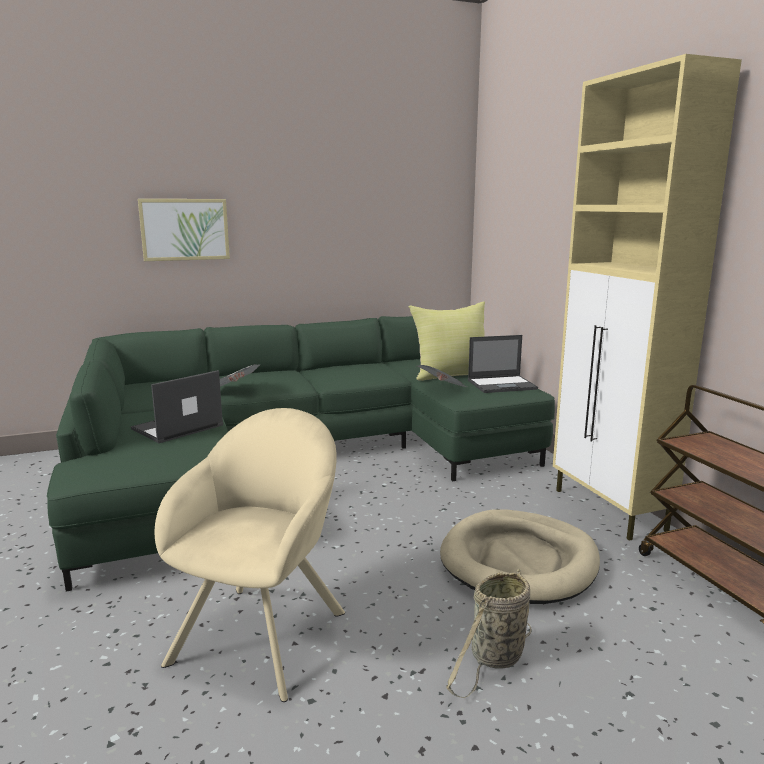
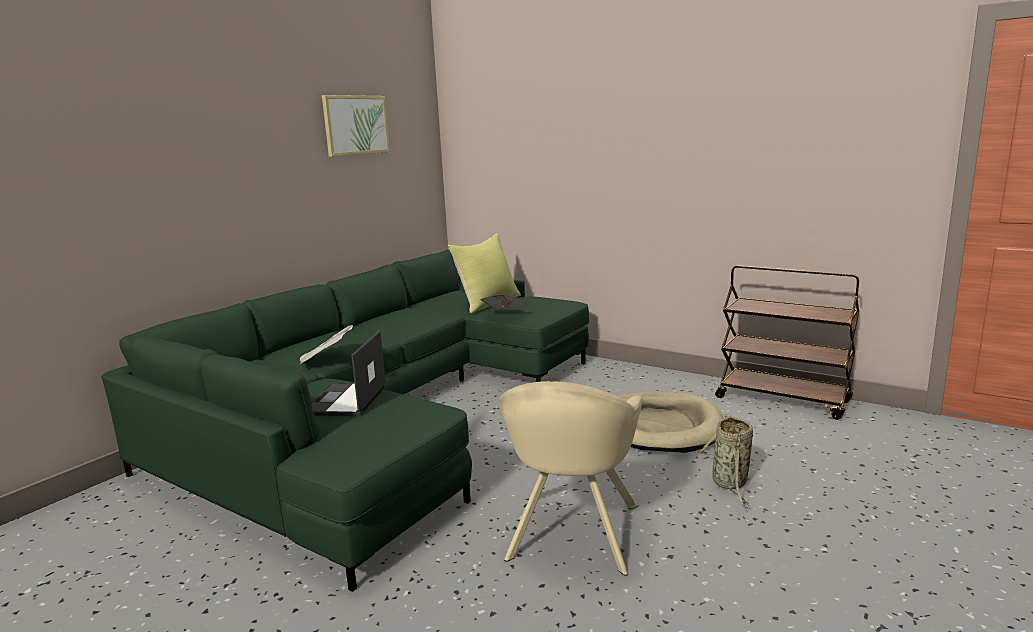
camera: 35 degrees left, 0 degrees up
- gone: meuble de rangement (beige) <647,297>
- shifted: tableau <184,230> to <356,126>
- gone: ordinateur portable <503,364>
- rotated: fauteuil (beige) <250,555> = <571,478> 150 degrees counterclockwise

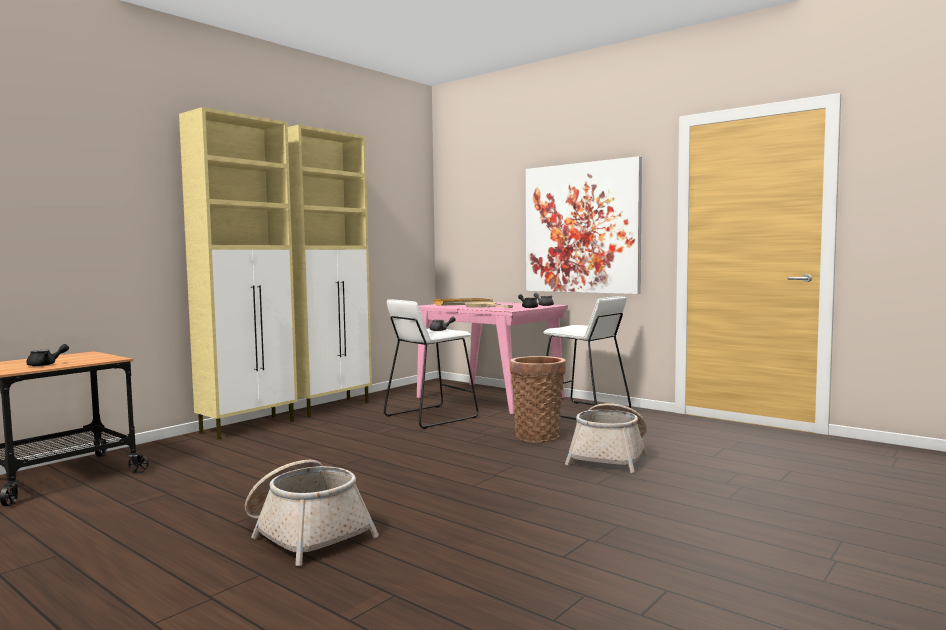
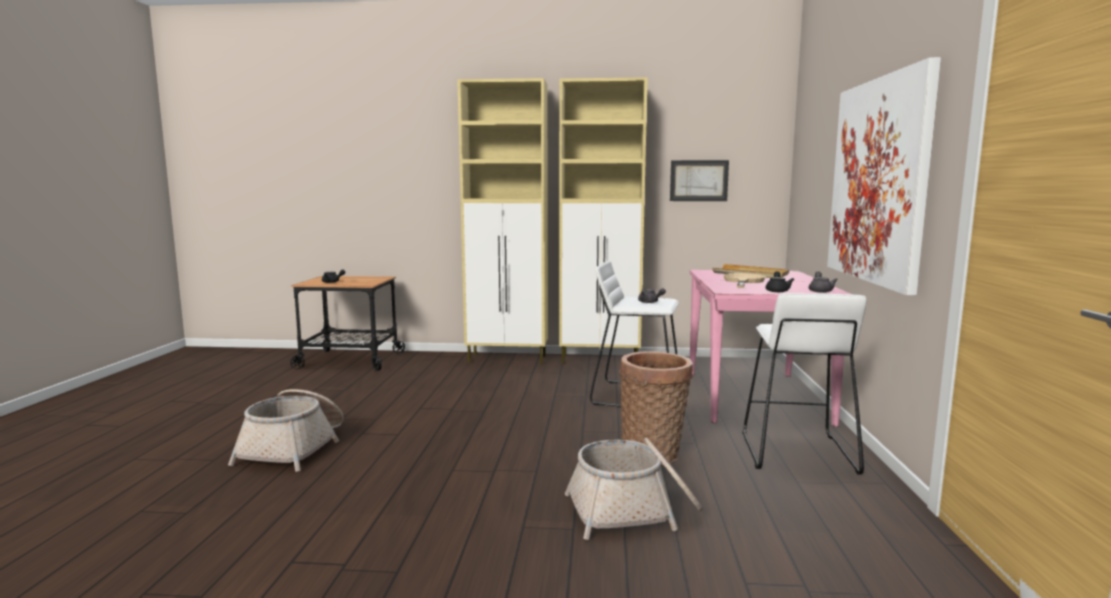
camera: 55 degrees right, 5 degrees up
- new: tableau <699,180>

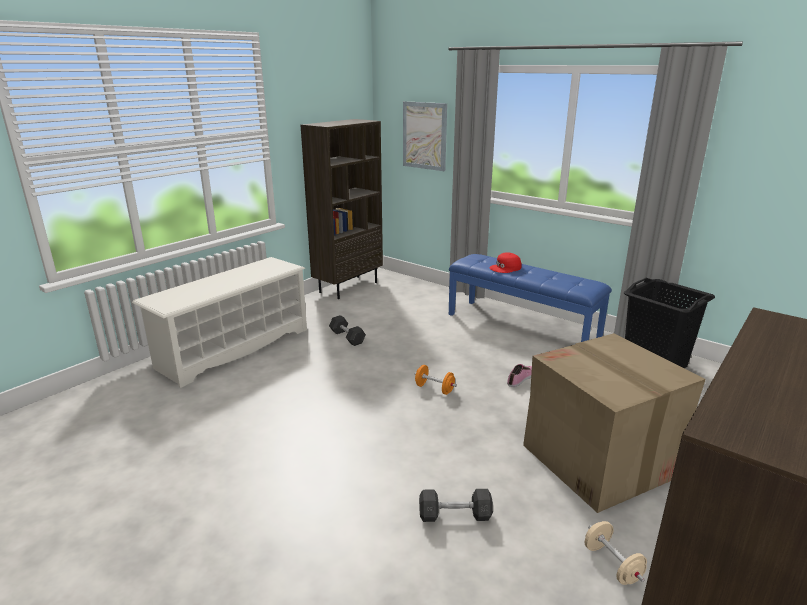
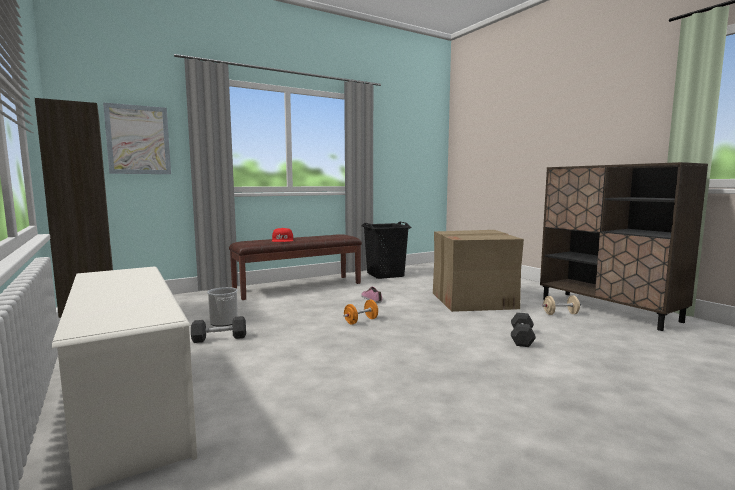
camera: 70 degrees left, 15 degrees down
- repainted: banc (bleu) <530,298> to banc (marron) <295,267>
- new: seau <222,307>

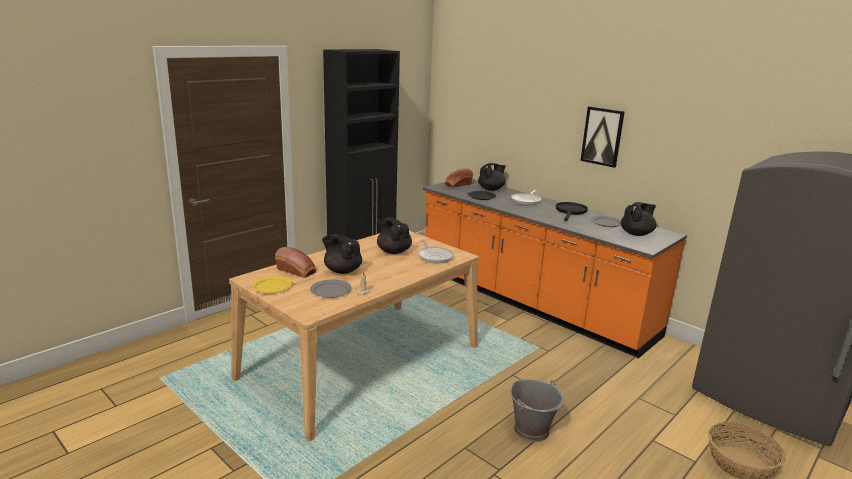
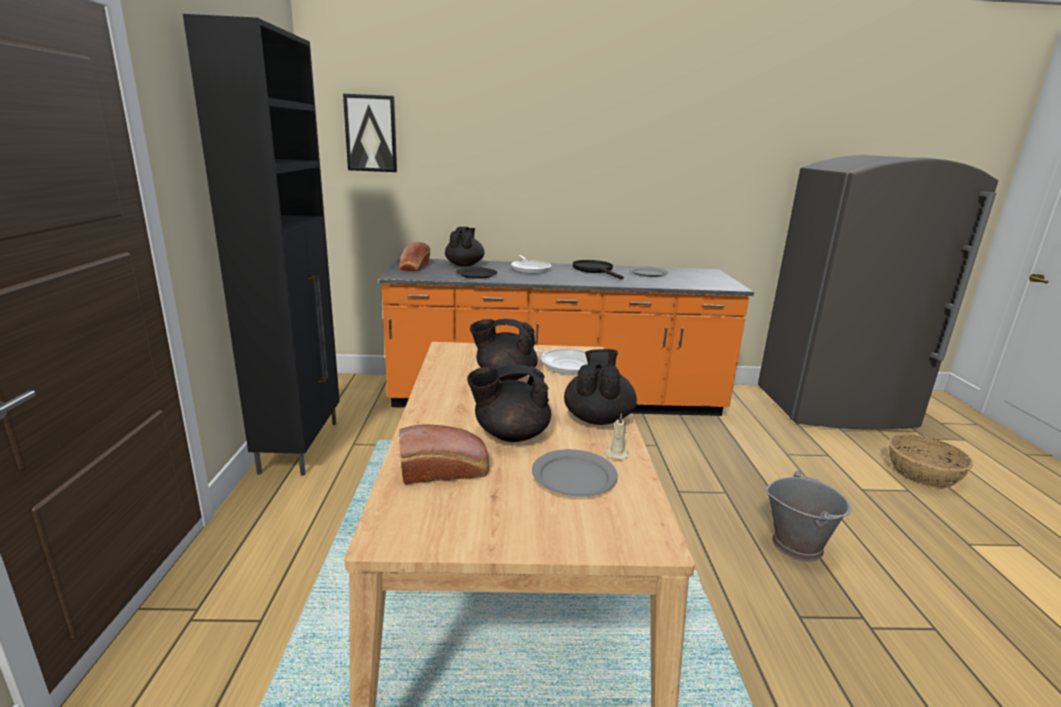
camera: 45 degrees left, 0 degrees up
- shifted: tableau <602,137> to <370,133>
- shifted: théière (noir) <638,219> to <600,387>
- gone: assiette (jaune) <272,284>

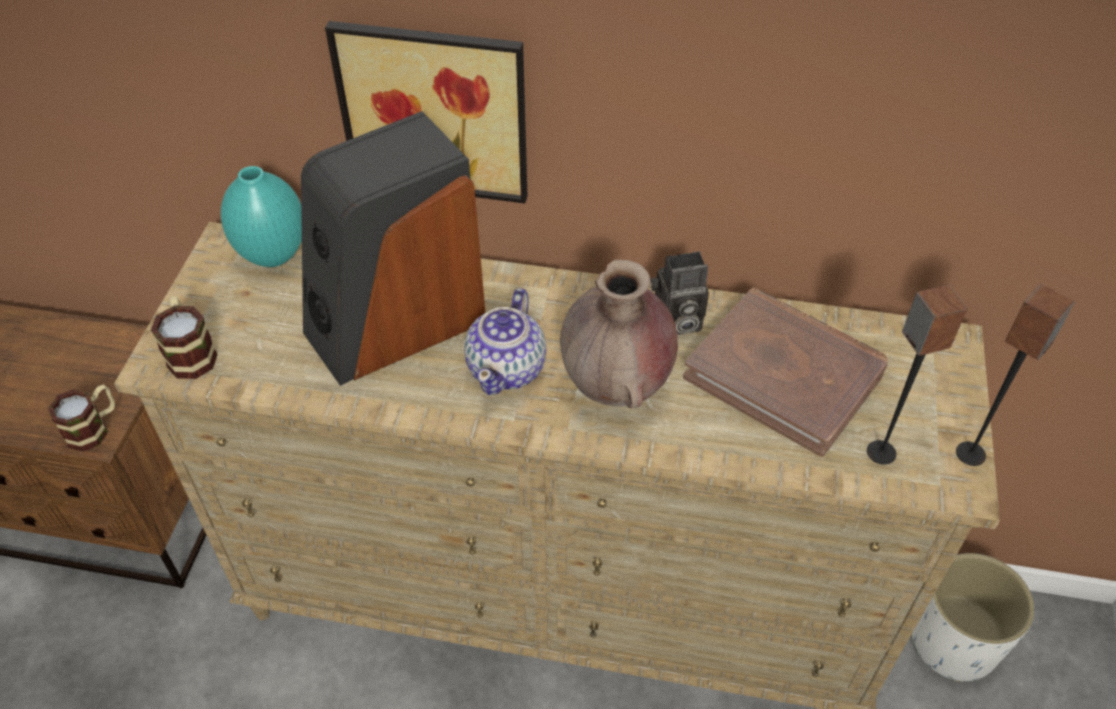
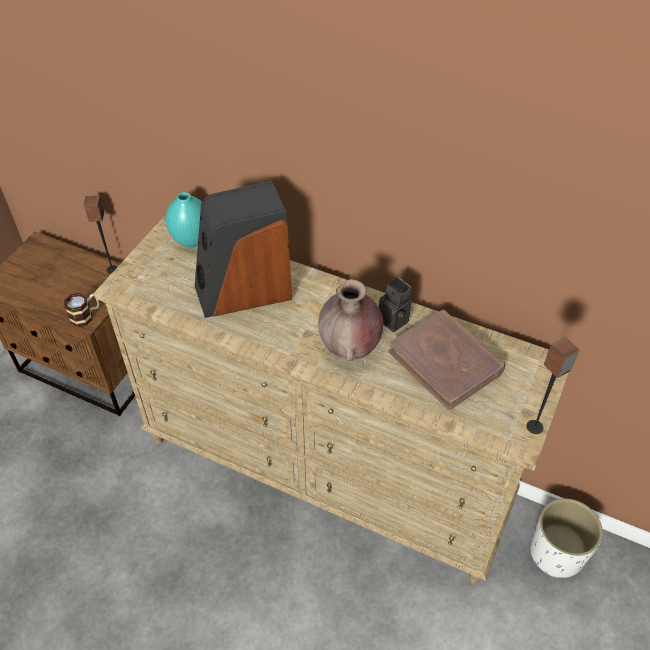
camera: 15 degrees right, 0 degrees up
- gone: tableau <426,112>
- rotated: appareil photo <680,293> = <395,304> 135 degrees counterclockwise
- shifted: enceinte <917,374> to <100,235>
- gone: théière <505,341>
- gone: mug <184,337>

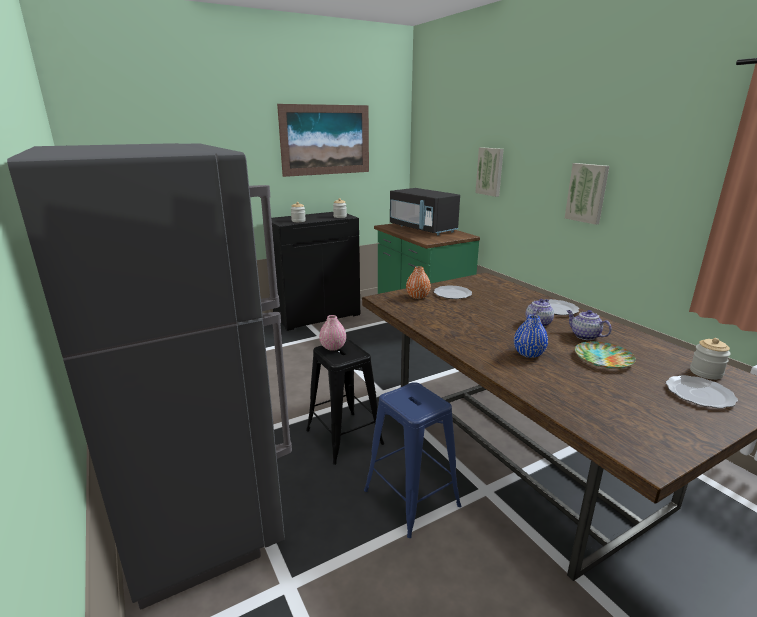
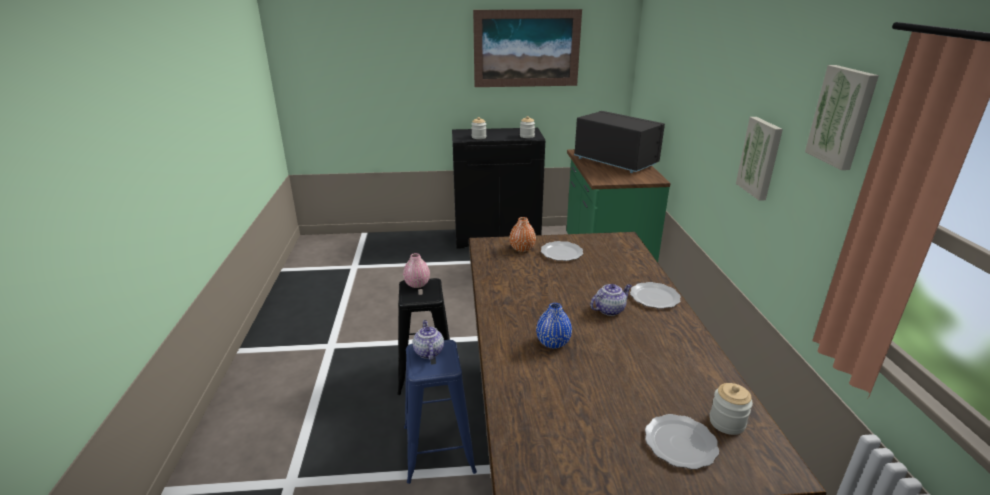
camera: 25 degrees right, 5 degrees up
- gone: réfrigérateur (gris) <149,376>
- shifted: tableau <489,172> to <842,117>
- rotated: micro-ondes (noir) <425,211> = <619,142> 150 degrees clockwise
- shifted: théière <589,325> to <428,340>
- gone: assiette <605,355>

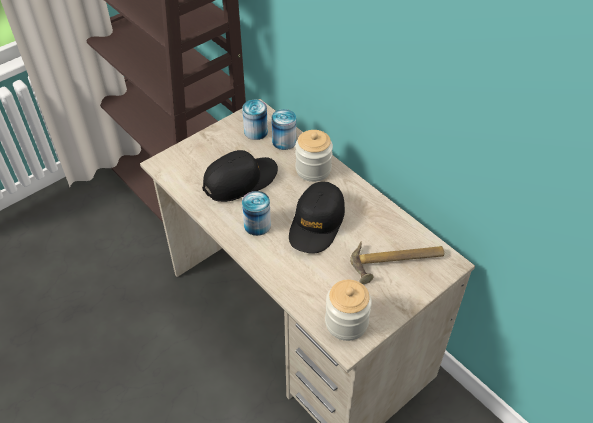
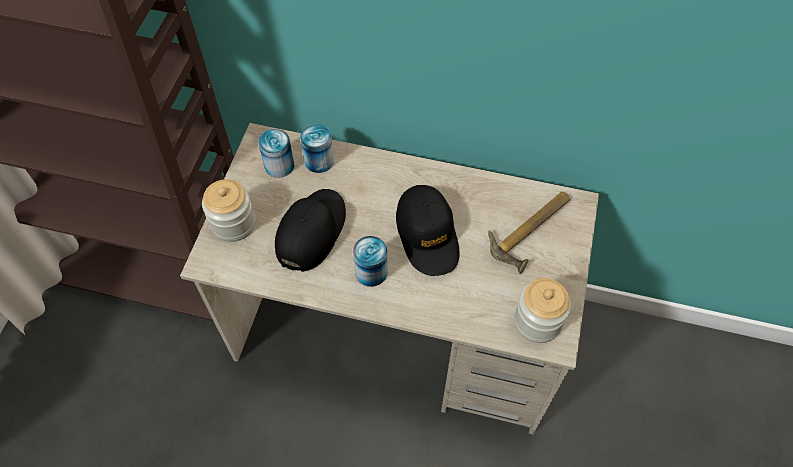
camera: 35 degrees left, 10 degrees up
- shifted: bocal <314,156> to <228,210>

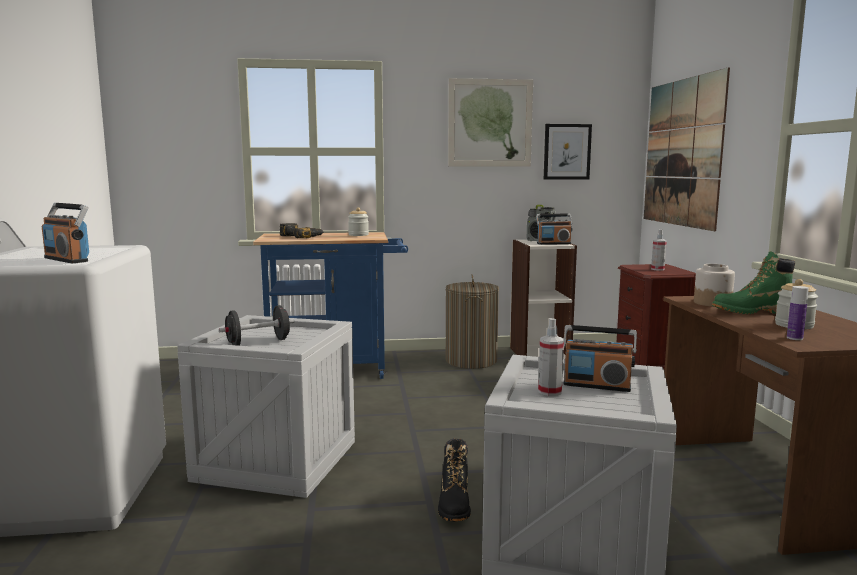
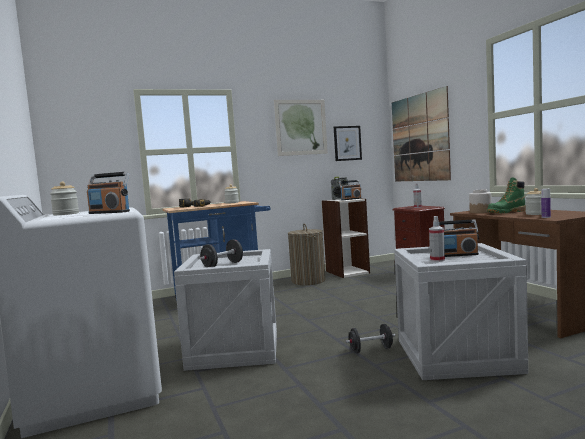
camera: 15 degrees left, 5 degrees down
- swapped: botte (noir) <454,480> to haltère (noir) <370,338>
- new: bocal <64,198>

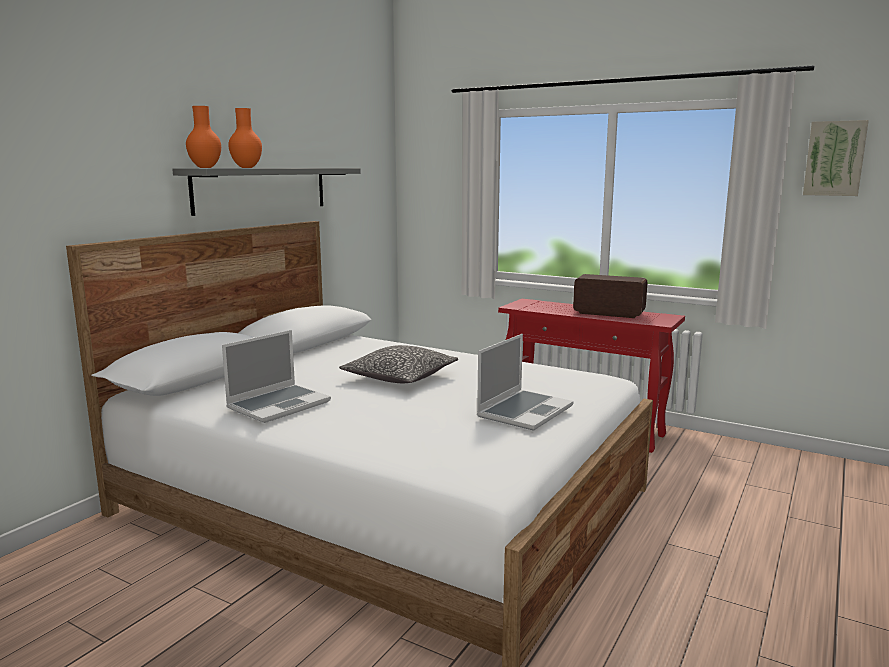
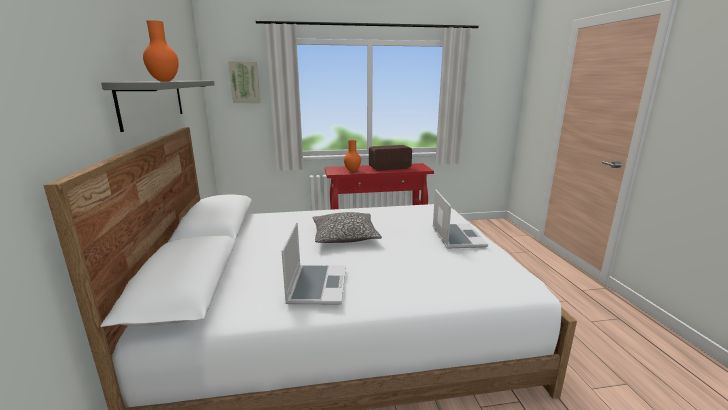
camera: 40 degrees left, 5 degrees up
- shifted: vase (orange) <203,137> to <352,156>
- shifted: tableau <836,158> to <244,82>

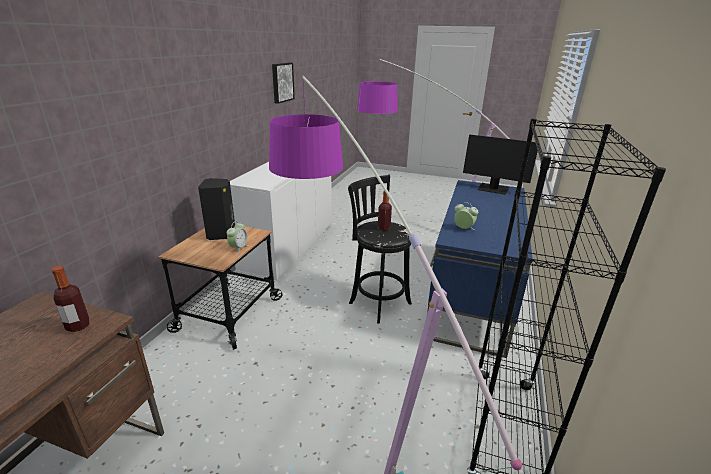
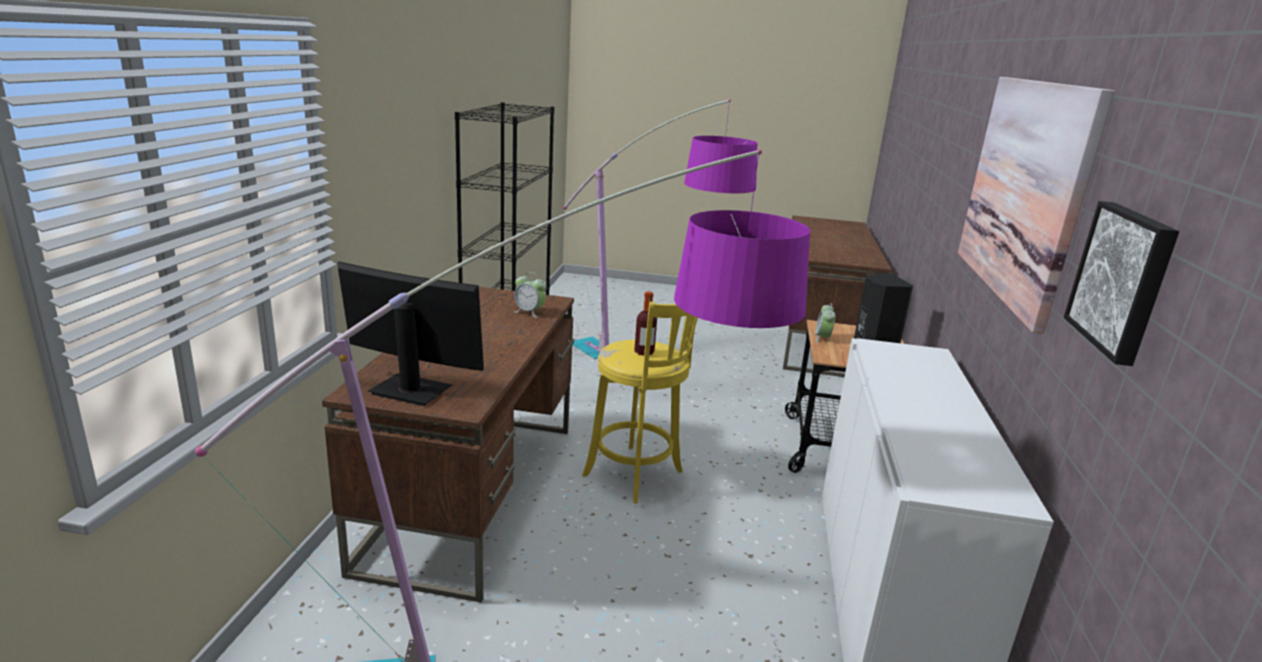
camera: 170 degrees right, 5 degrees down
- repainted: tabouret (noir) <380,249> to tabouret (jaune) <640,402>
- repainted: bureau (bleu) <480,269> to bureau (marron) <448,444>
- gone: bouteille <71,299>
- new: tableau <1036,205>

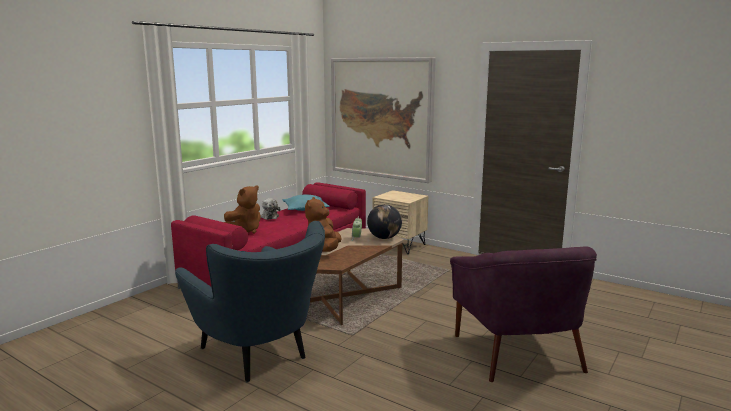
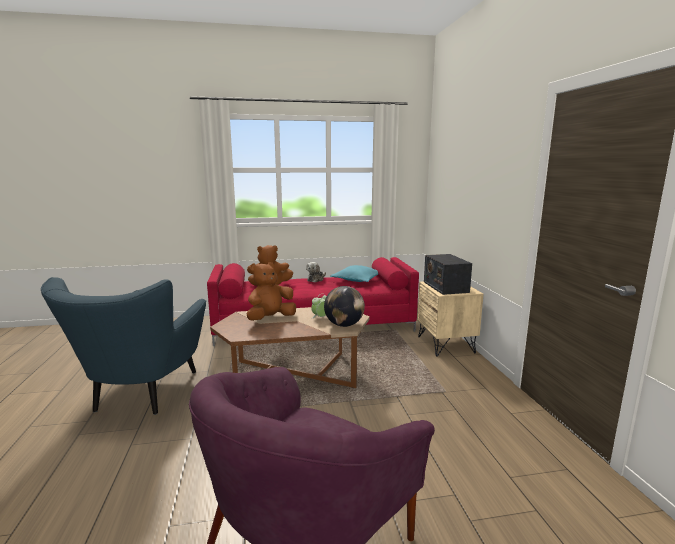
camera: 45 degrees right, 0 degrees up
- gone: tableau <383,120>
- new: radio <448,274>

